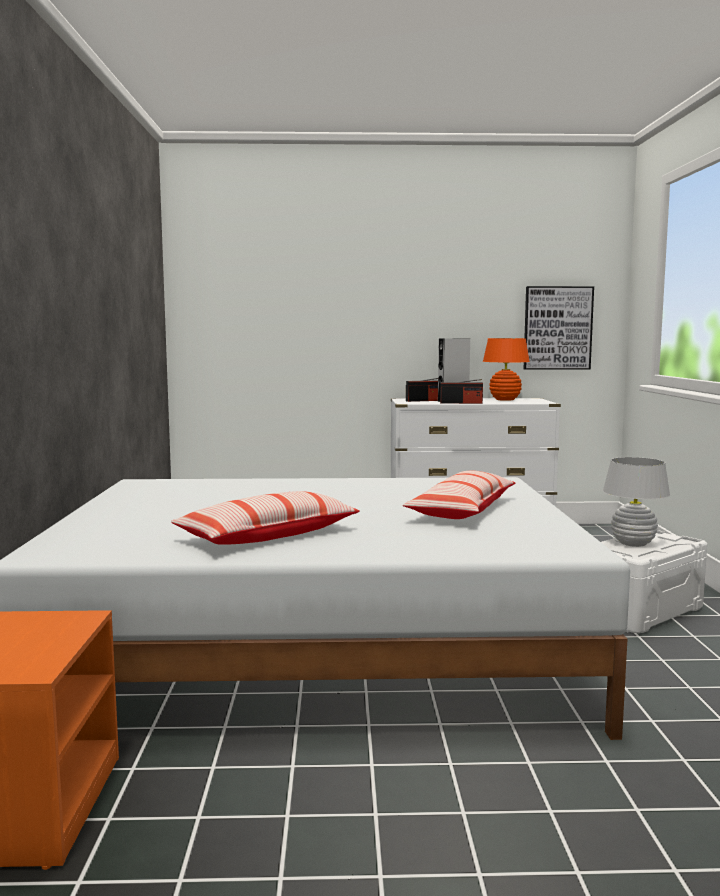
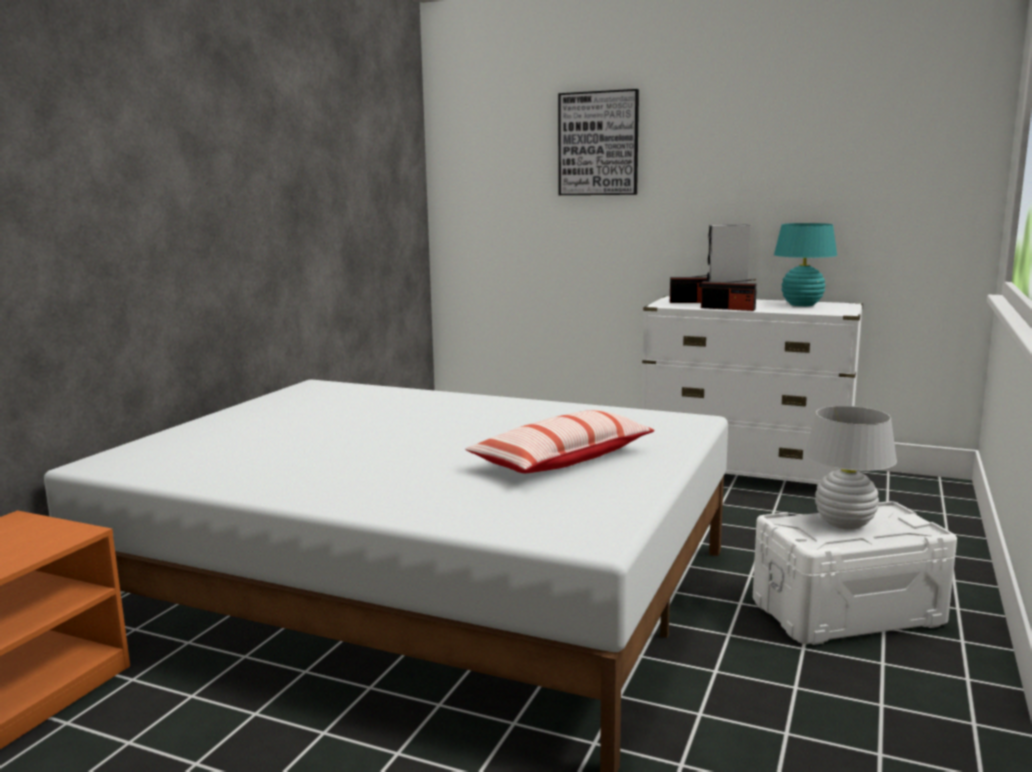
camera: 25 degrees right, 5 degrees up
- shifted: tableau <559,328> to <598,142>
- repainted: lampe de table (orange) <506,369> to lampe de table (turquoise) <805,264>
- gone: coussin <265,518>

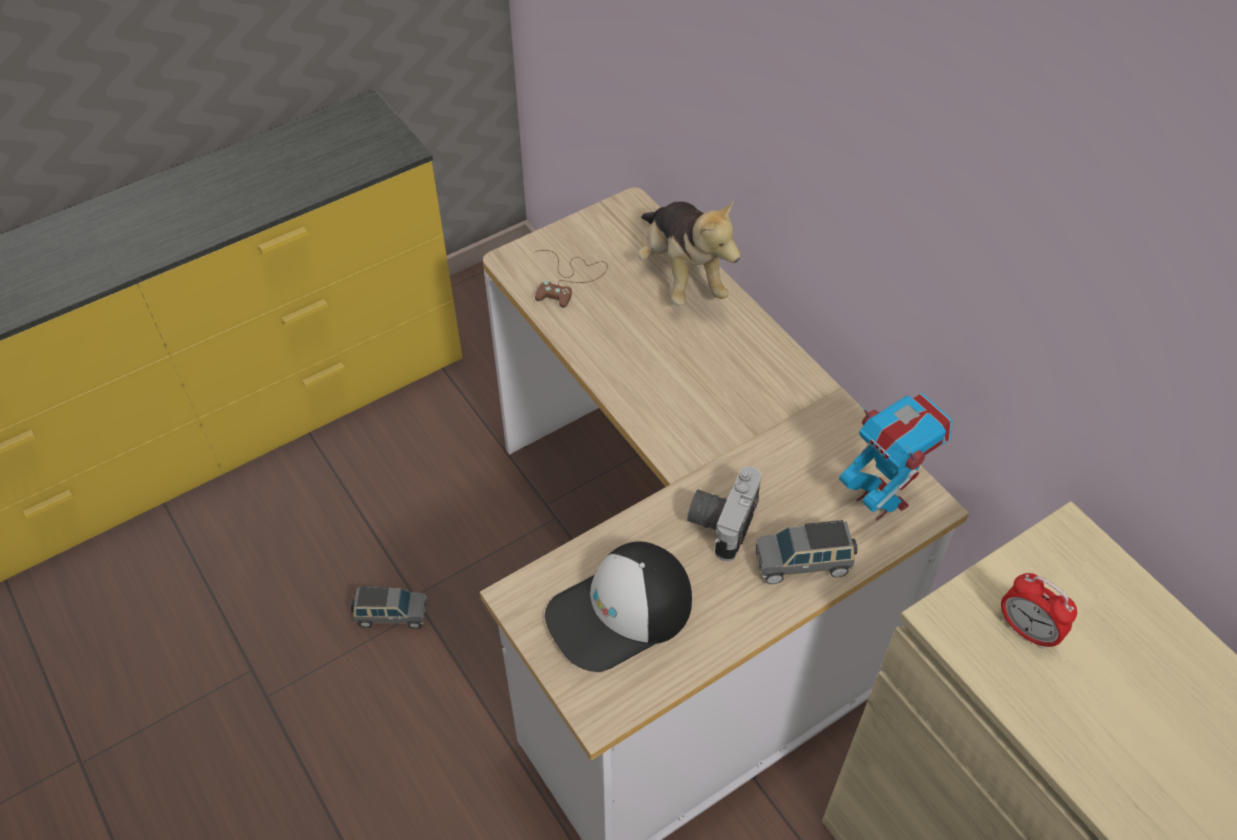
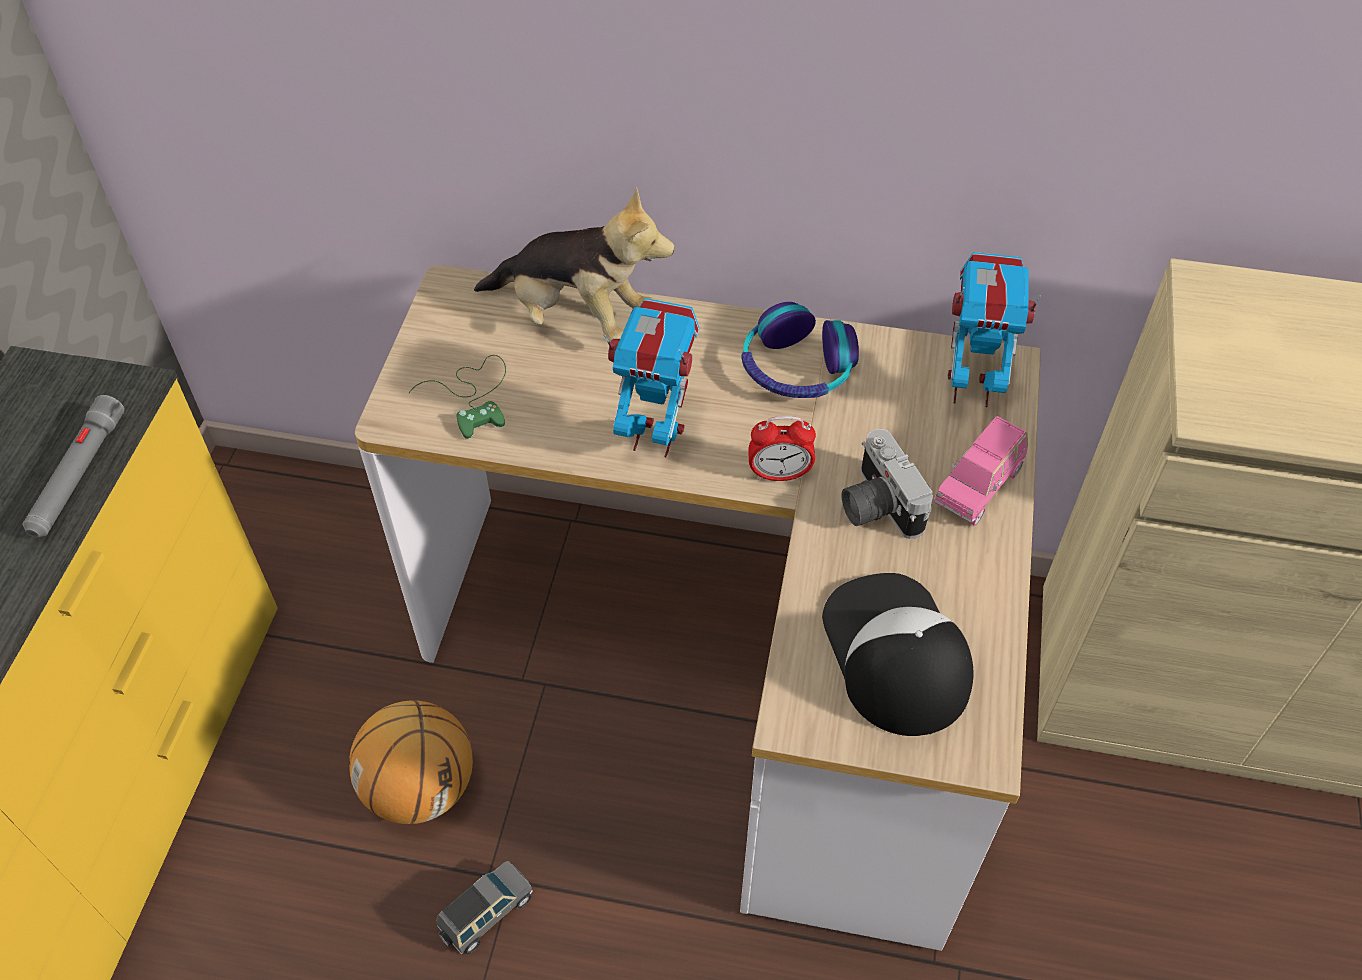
camera: 45 degrees left, 0 degrees up
- repainted: manette (marron) <571,279> to manette (vert) <457,397>
- repainted: petite voiture (gris) <806,552> to petite voiture (rose) <981,471>
- rotated: casquette <618,606> = <898,654> 150 degrees clockwise
- shifted: réveil <1039,611> to <782,448>
- new: robot jouet <651,377>
- new: casque audio <800,350>
- new: lampe de poche (gris) <73,466>
- new: ballon de basket <411,762>

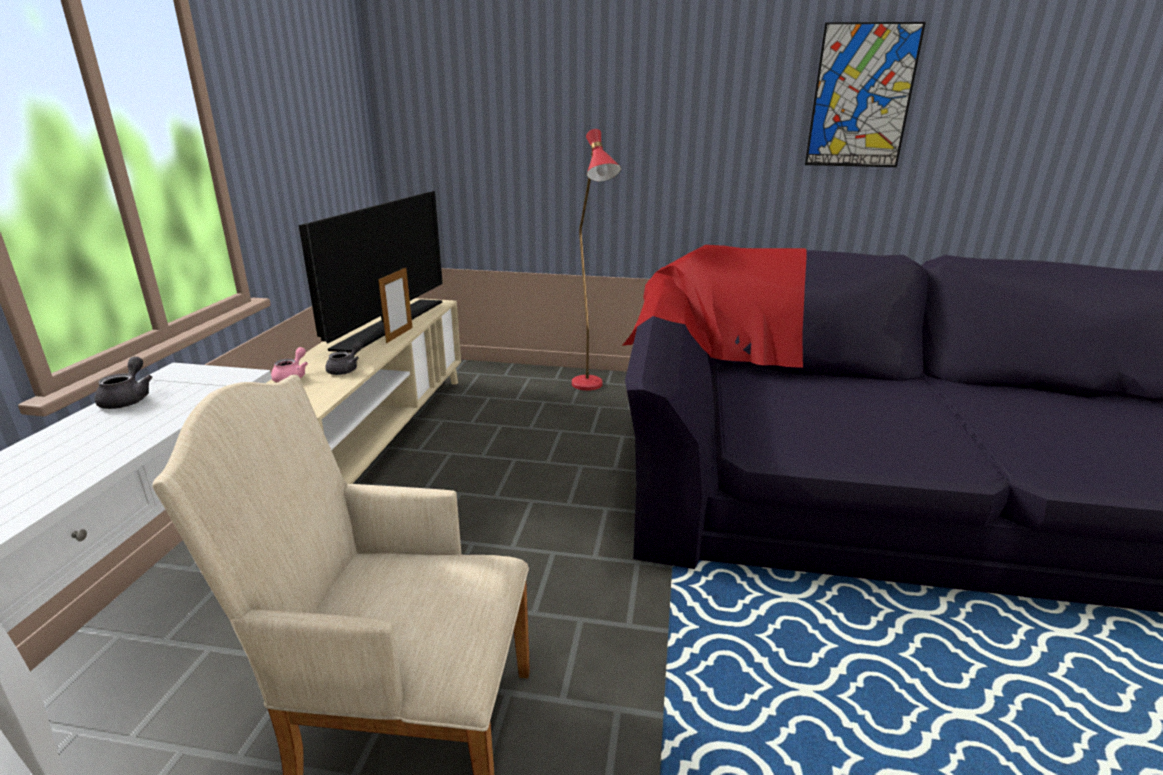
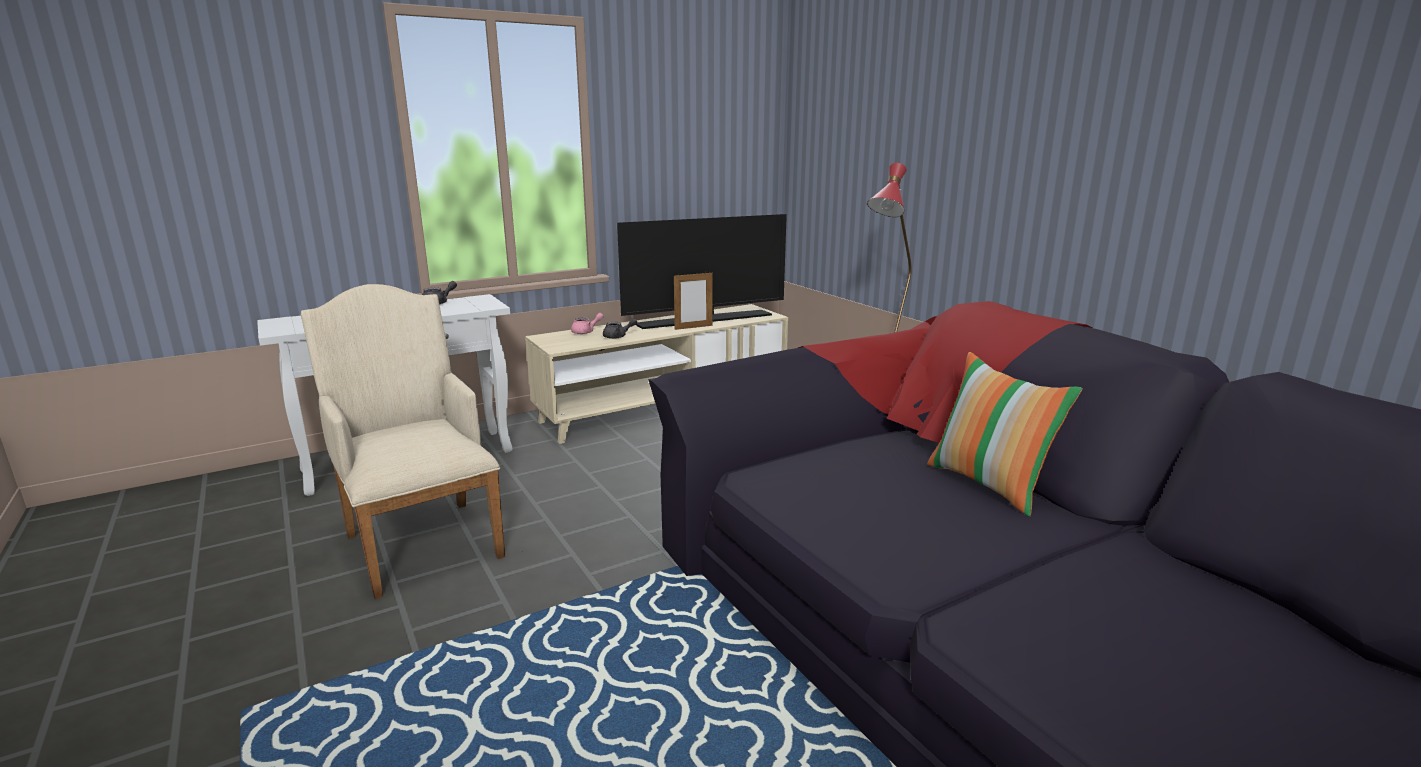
camera: 50 degrees right, 5 degrees down
- gone: tableau <865,94>
- new: coussin <1004,434>

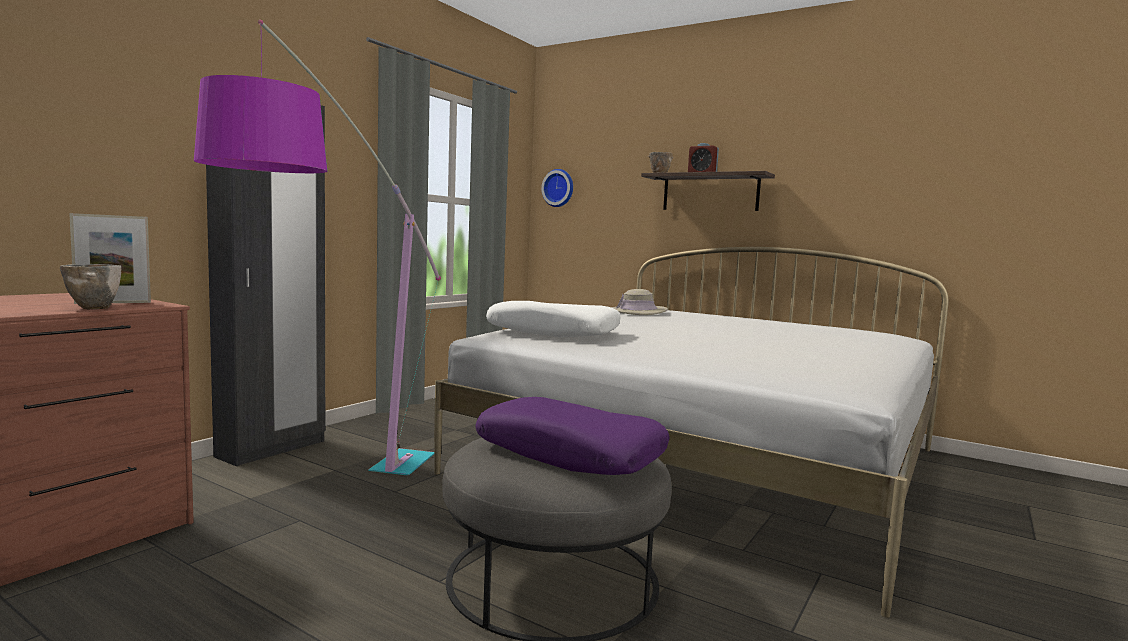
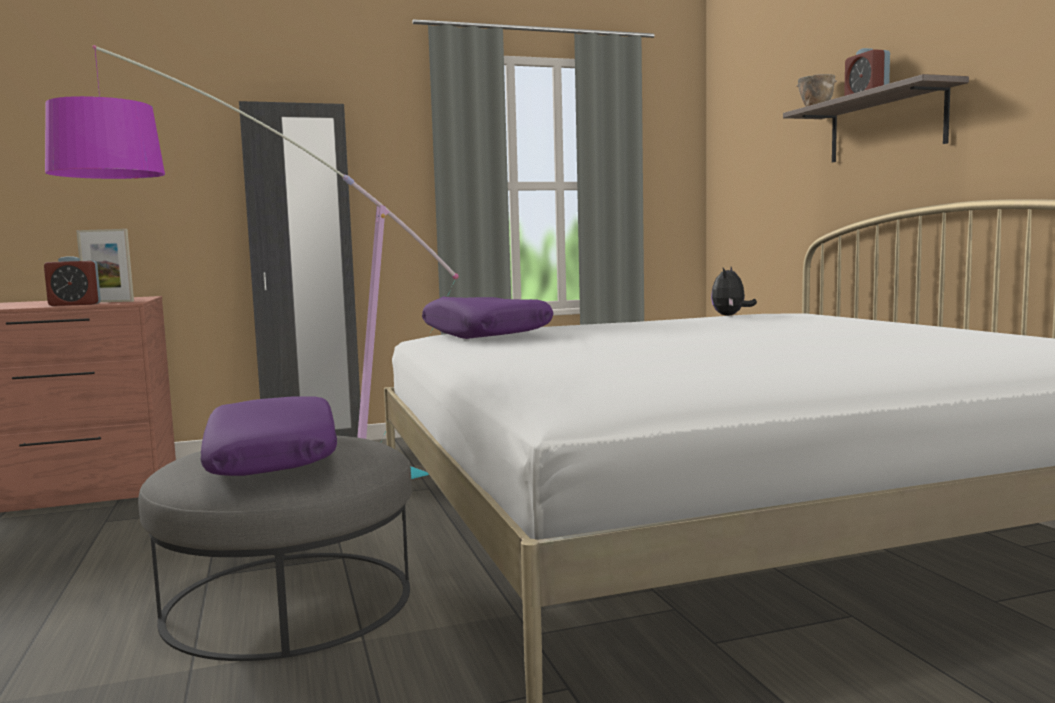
camera: 40 degrees right, 0 degrees up
- gone: horloge murale <557,188>
- swapped: bol <90,286> to réveil <72,281>
- swapped: chapeau (beige) <639,302> to peluche <734,291>
- repainted: coussin (blanc) <553,319> to coussin (violet) <487,317>

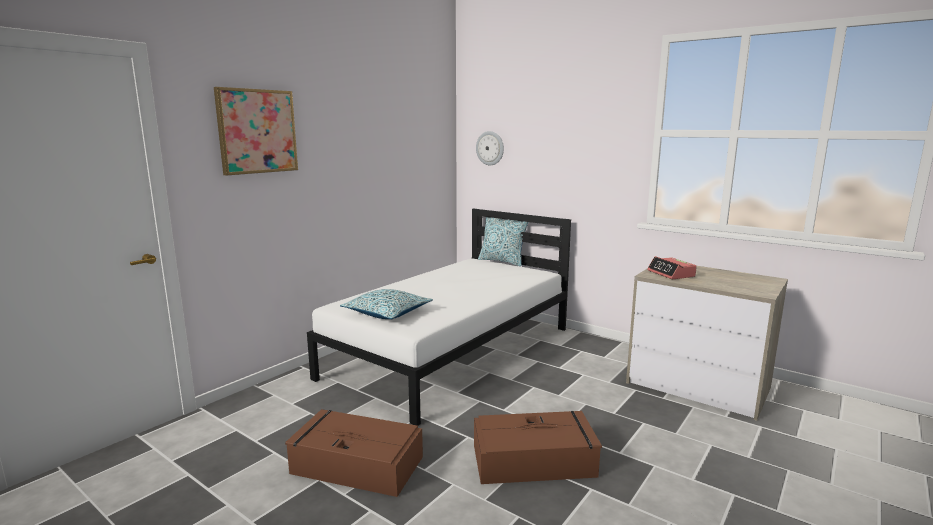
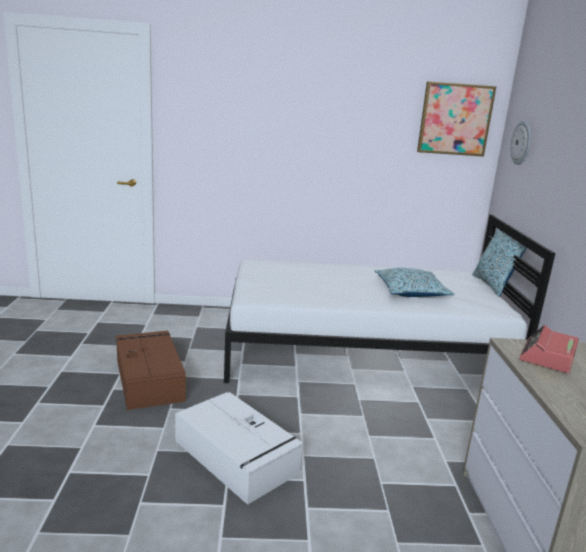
camera: 50 degrees right, 5 degrees up
- shifted: tableau <256,131> to <456,119>
- shifted: coussin <386,304> to <415,282>
- repainted: boîte de rangement (marron) <538,447> to boîte de rangement (blanc) <239,448>

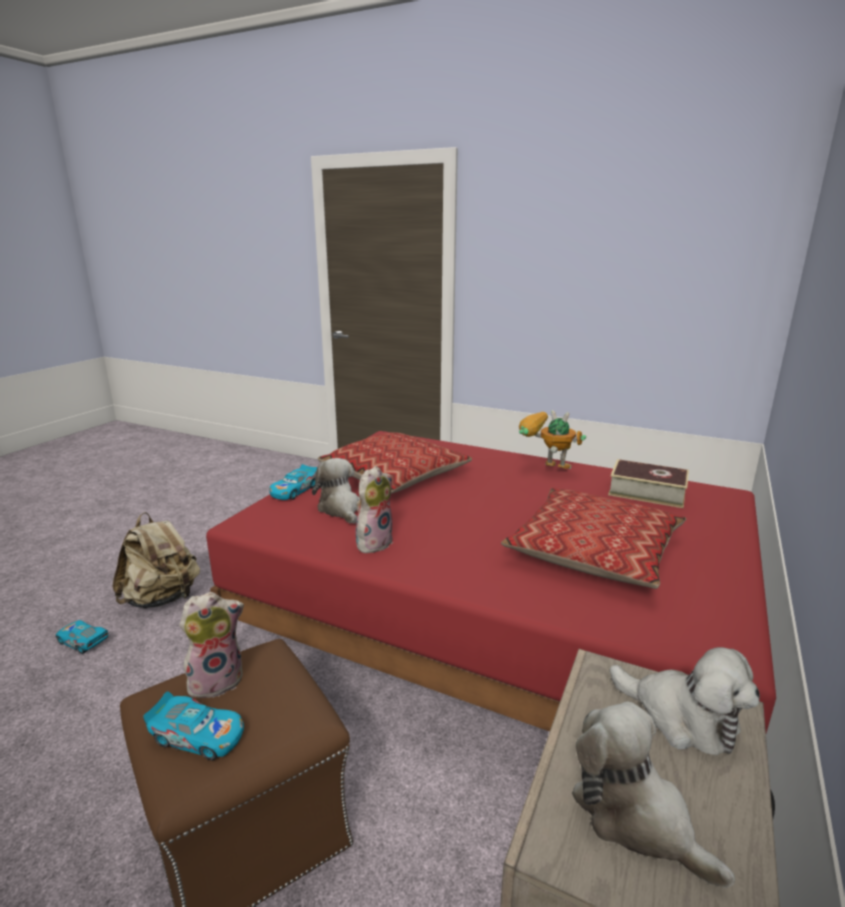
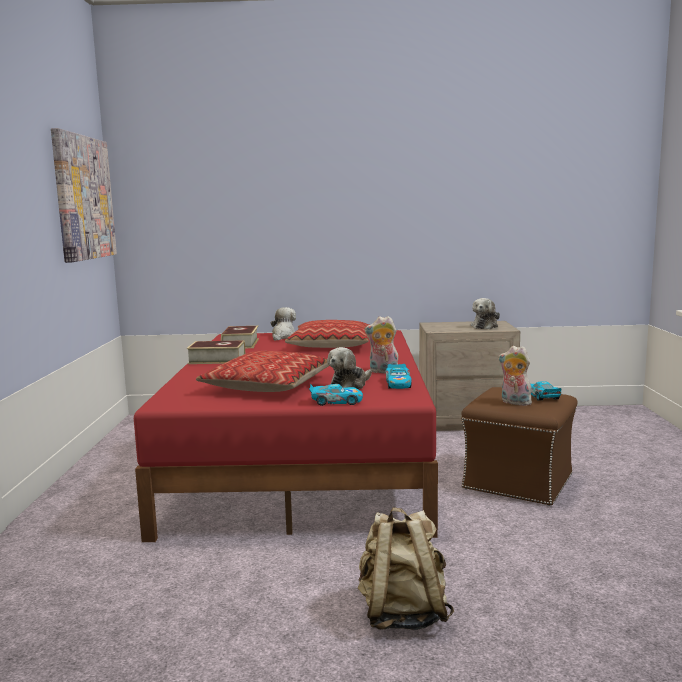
camera: 115 degrees left, 10 degrees down
- swapped: robot jouet <552,439> to livre <216,352>
- shifted: petite voiture <82,637> to <398,376>
- shifted: peluche <685,701> to <283,324>
- new: tableau <84,195>

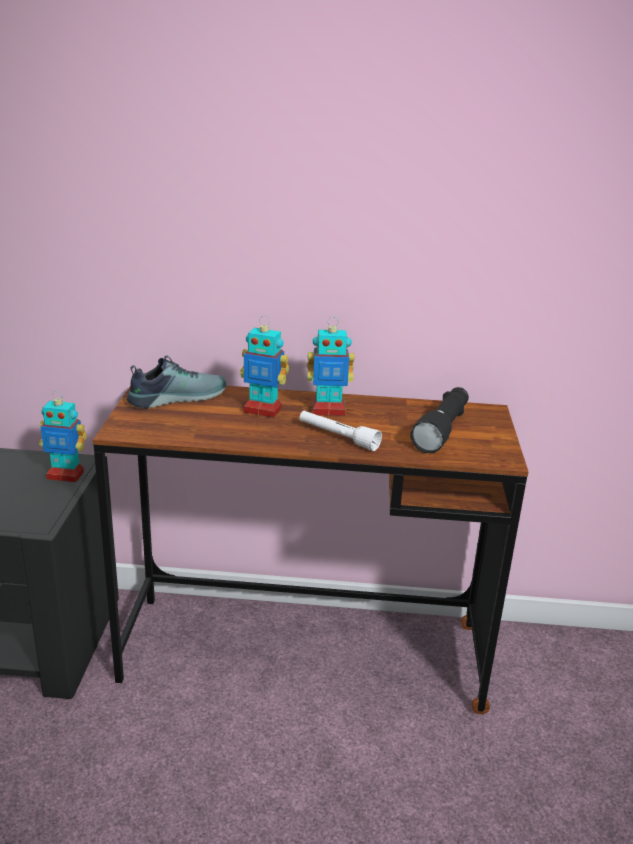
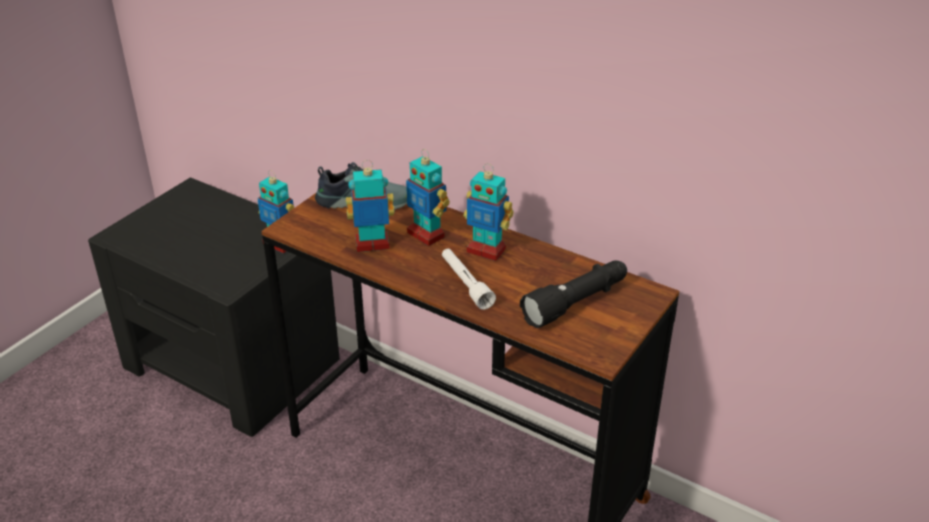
camera: 30 degrees right, 10 degrees up
- new: robot jouet <370,206>

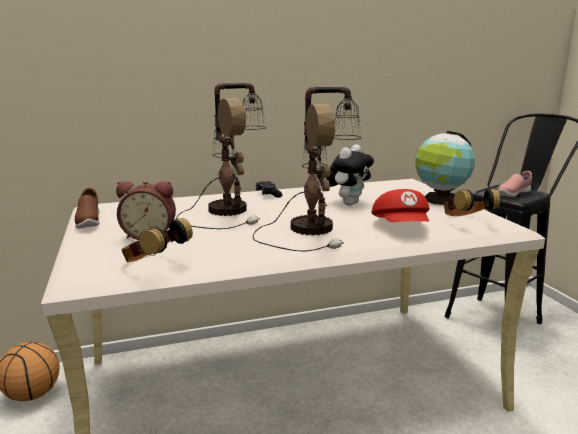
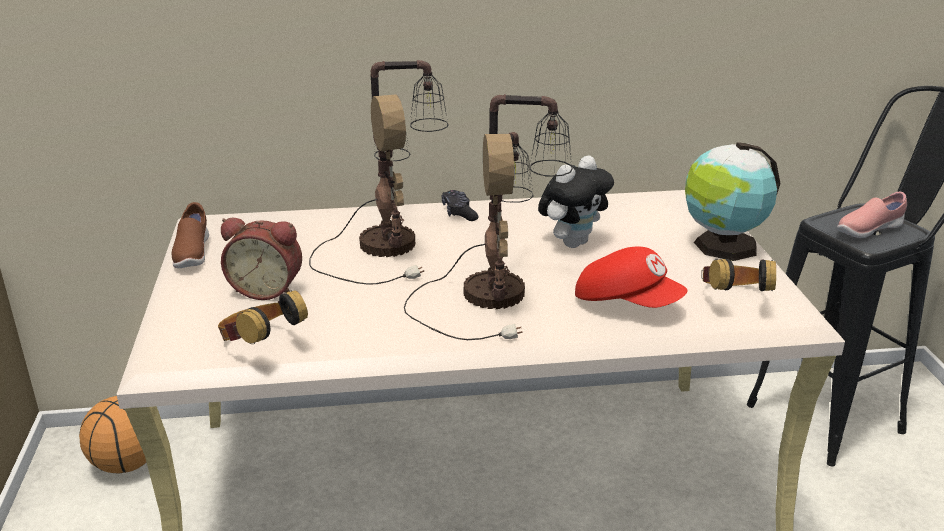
camera: 10 degrees right, 10 degrees up
- rotated: casquette (rouge) <400,205> = <631,277> 60 degrees counterclockwise

